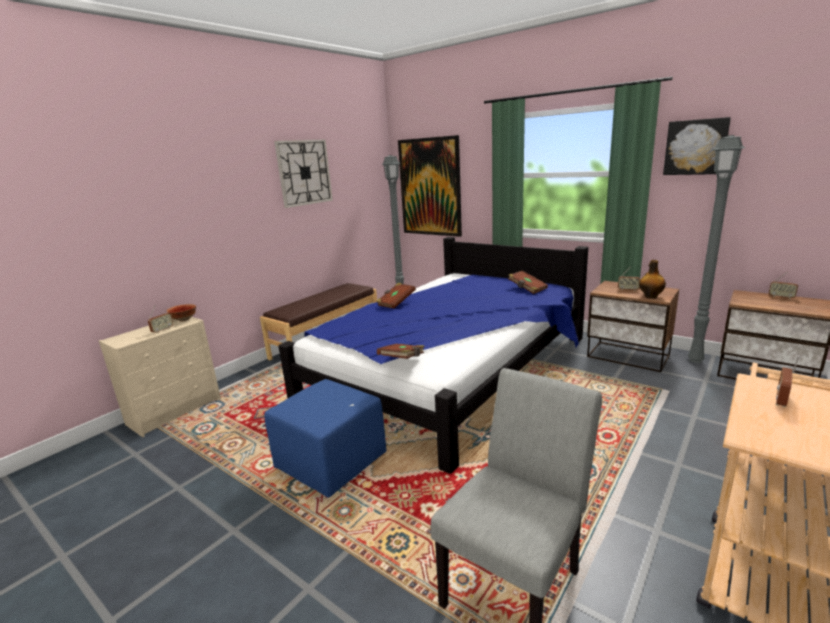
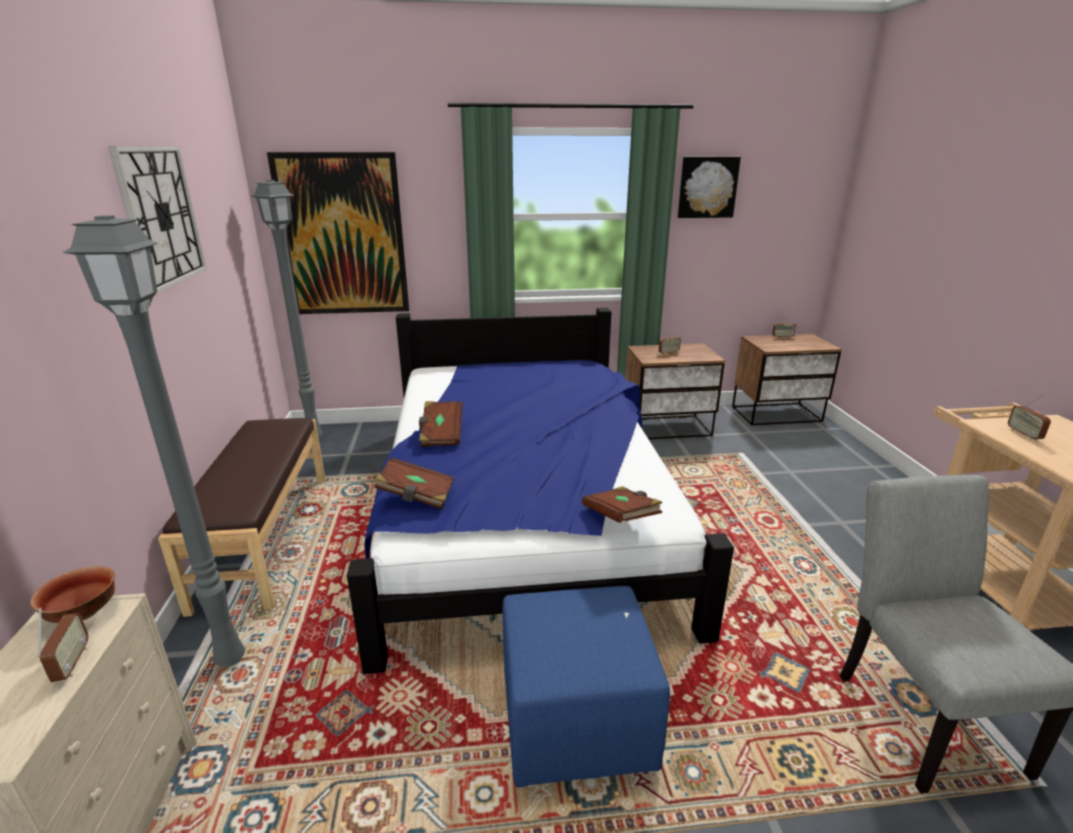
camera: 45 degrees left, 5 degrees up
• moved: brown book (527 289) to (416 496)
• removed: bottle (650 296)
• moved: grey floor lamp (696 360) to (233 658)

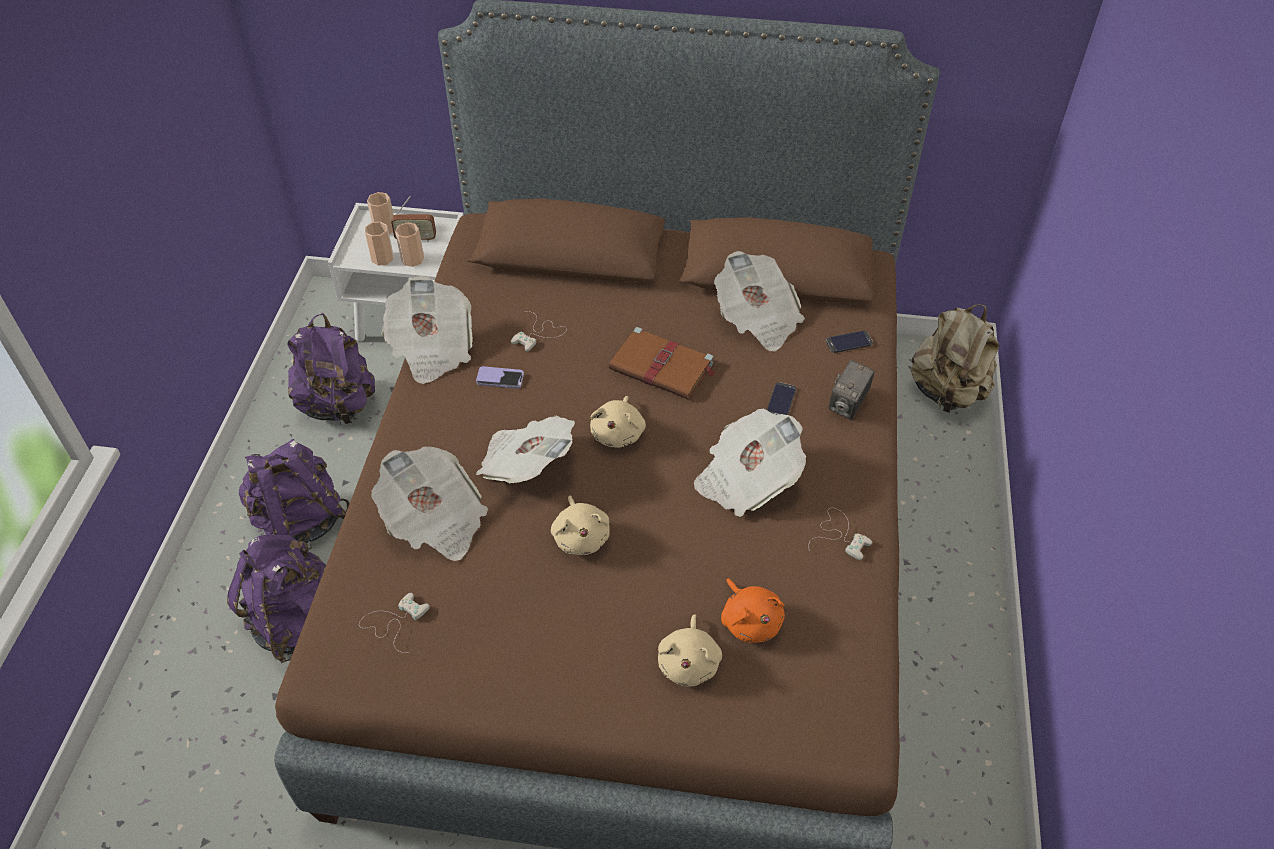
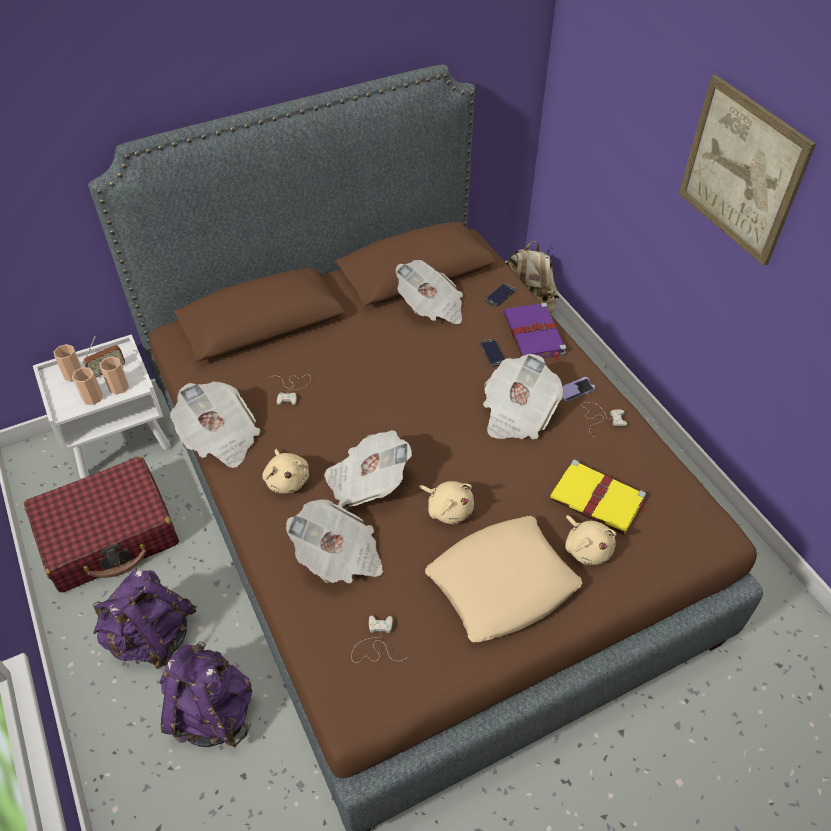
camera: 35 degrees left, 0 degrees up
• replaced: purple backpack (338 405) to red suitcase (109 535)
• moved: phone (500 378) to (576 390)
• moved: beige plush toy (618 433) to (287 479)
• removed: brown book (663 367)
• replaced: orange plush toy (750 621) to yellow book (598 500)
• replaced: photo camera (848 405) to purple book (534 335)
• added: beige pillow (502 583)
• added: picture (742 170)

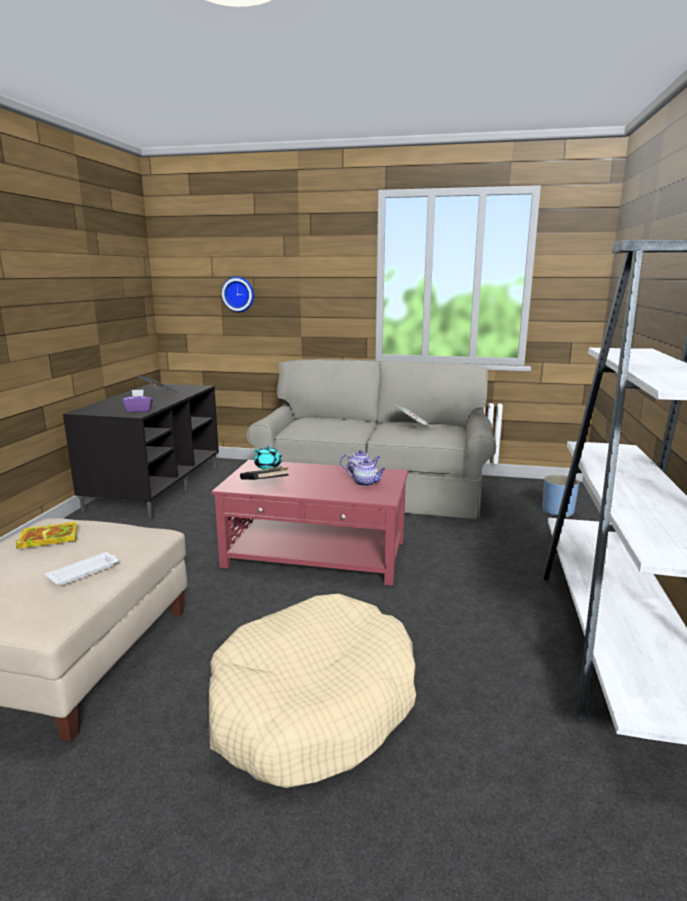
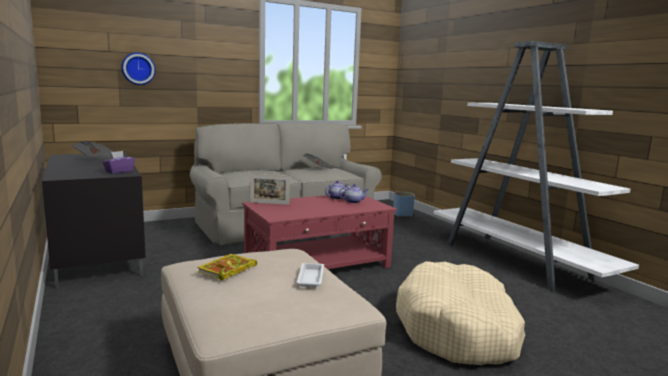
camera: 40 degrees left, 5 degrees down
• removed: black book (265 484)
• replaced: turquoise teapot (268 467) to picture frame (269 203)

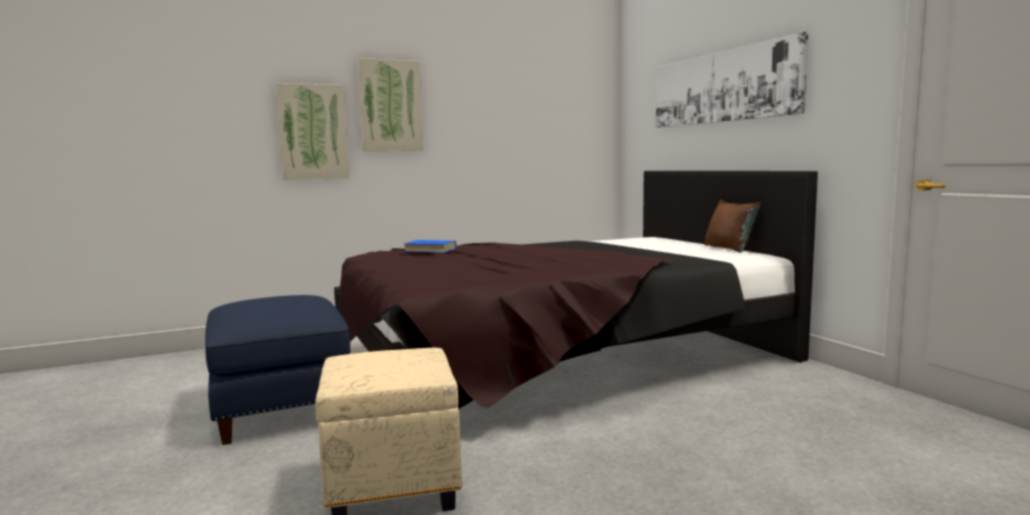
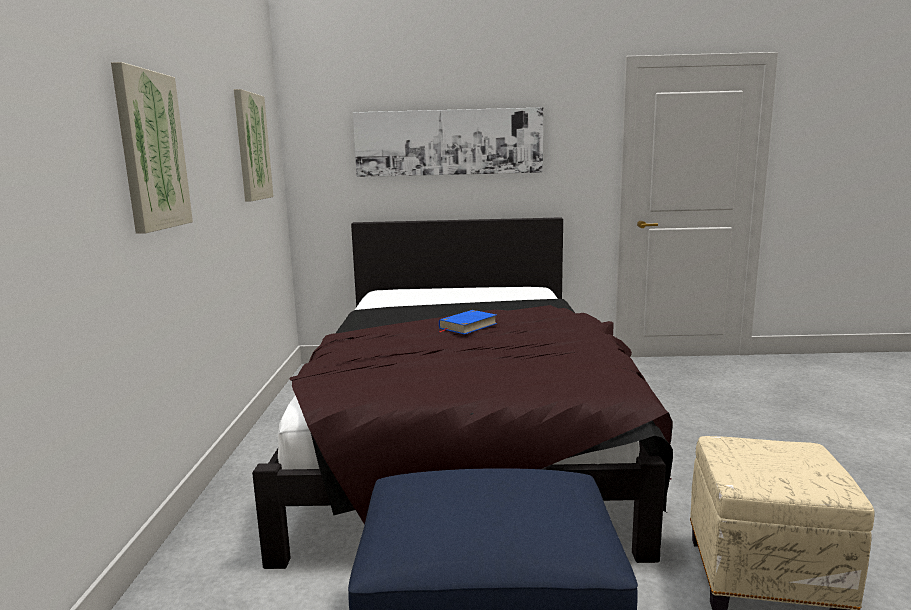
camera: 65 degrees left, 5 degrees up
• moved: picture (313 132) to (251 147)
• moved: blue book (430 250) to (467 326)
• removed: brown pillow (729 249)

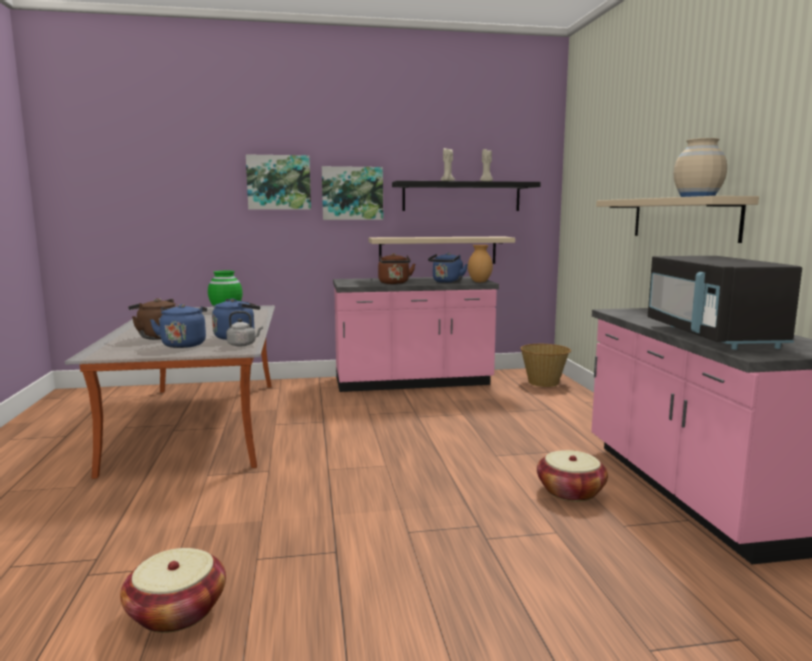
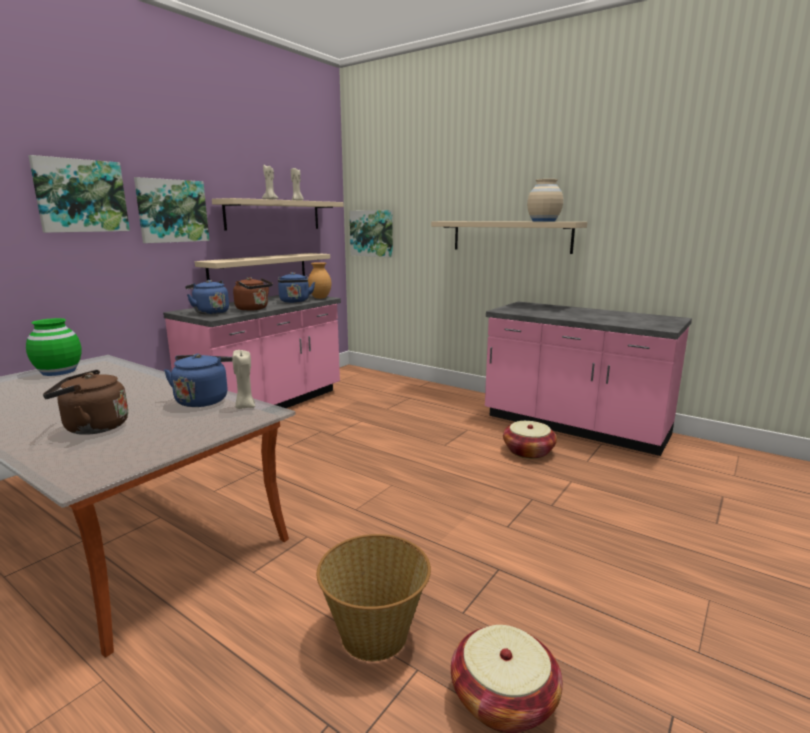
camera: 45 degrees left, 5 degrees up
• moved: blue kettle (184 344) to (210 312)
• replaced: grey kettle (243 345) to beige candle (245 406)
• recoloured: black shelf (461 196) to beige shelf (274 215)
• moved: basket (544 382) to (375 633)
• removed: black microwave (712 336)
• added: picture (372 233)

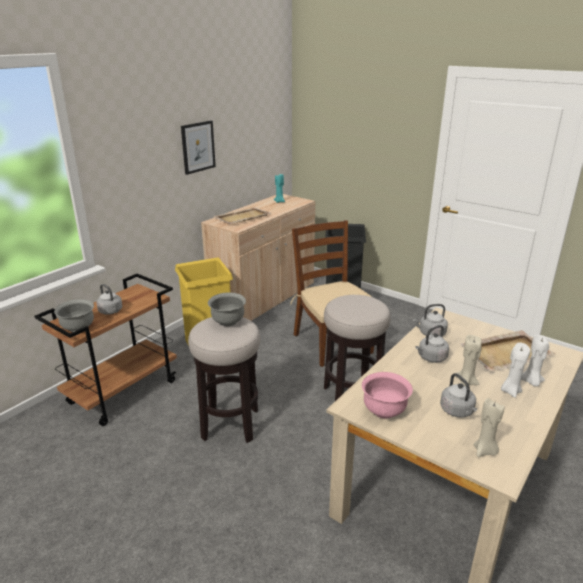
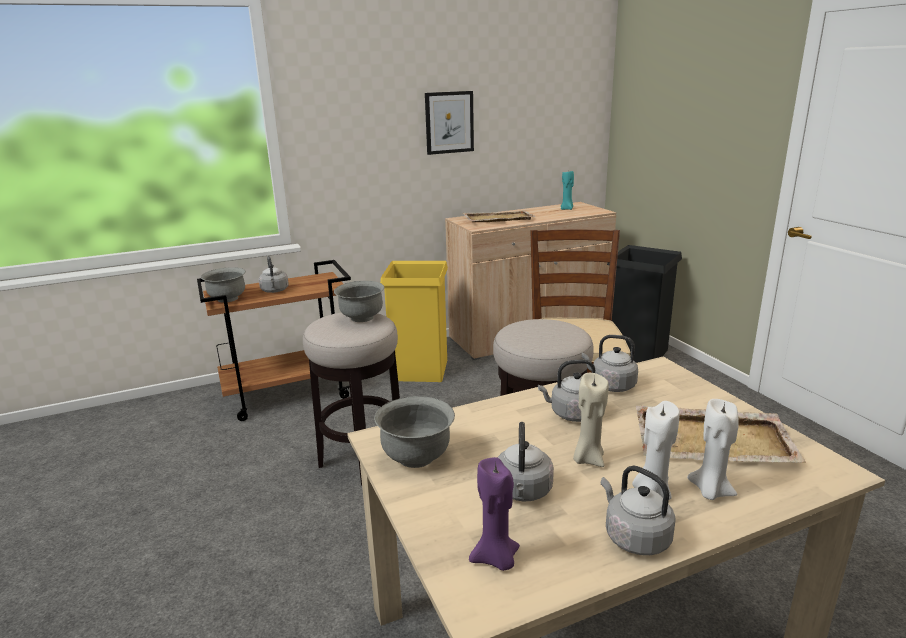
camera: 30 degrees right, 5 degrees down
• recoloured: pink bowl (384 411) to grey bowl (416 457)
• recoloured: beige candle (485 451) to purple candle (496 559)
• added: grey kettle (634 537)

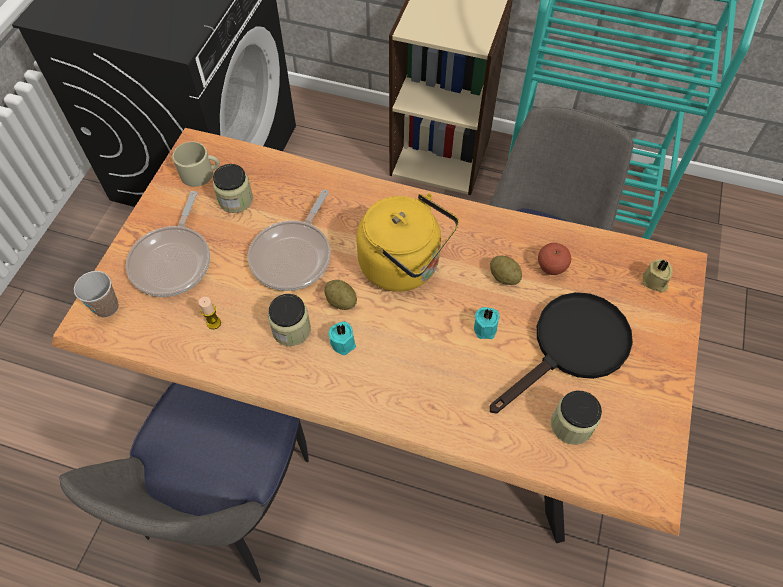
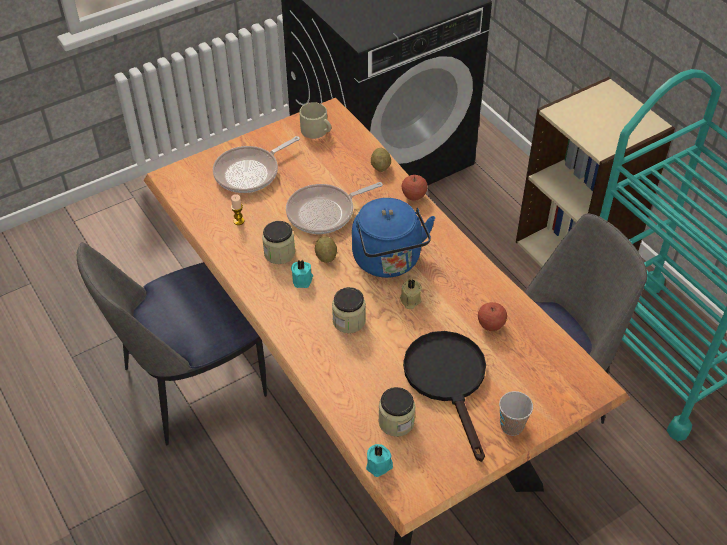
camera: 40 degrees right, 10 degrees down
• moved: cup (106 307) to (511 426)
• moved: jar (236 200) to (349 321)
• recoloured: yellow kettle (404 266) to blue kettle (389 261)
• moved: turquoise candle (486 328) to (379 466)
• moved: potato (504 277) to (380 167)
• turned: black frying pan (571 347) = (448 380) 105 degrees counterclockwise
• moved: beige candle (654 282) to (410 300)
• added: apple (414 196)

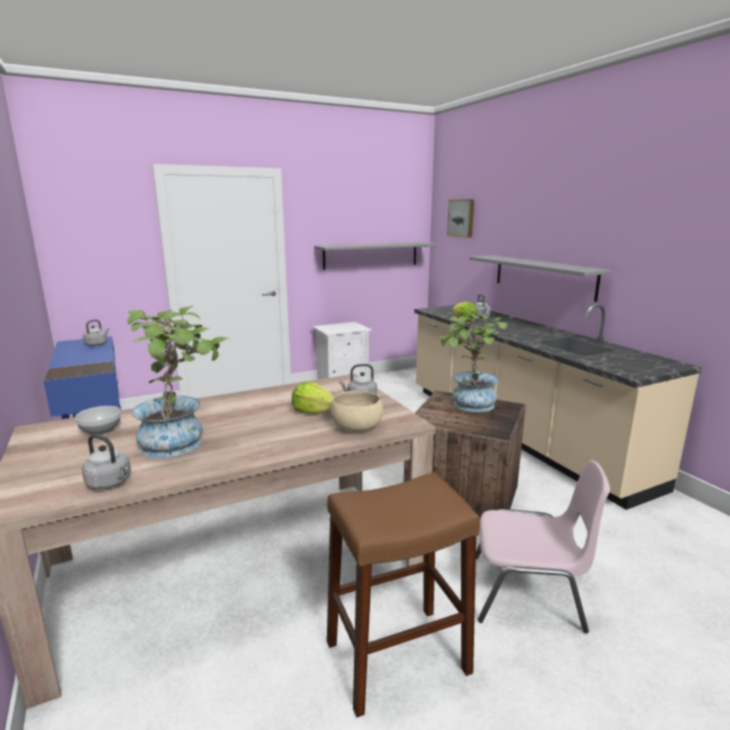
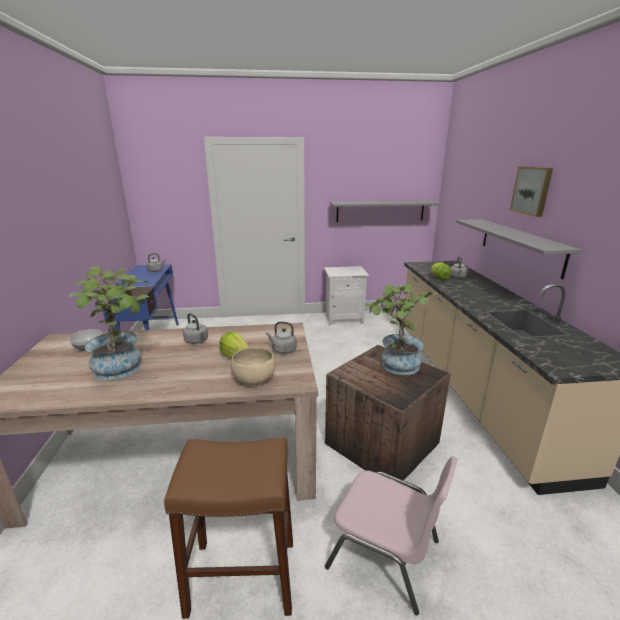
camera: 20 degrees right, 5 degrees up
• moved: grey kettle (110 483) to (197 341)
• moved: picture (461 218) to (532 190)

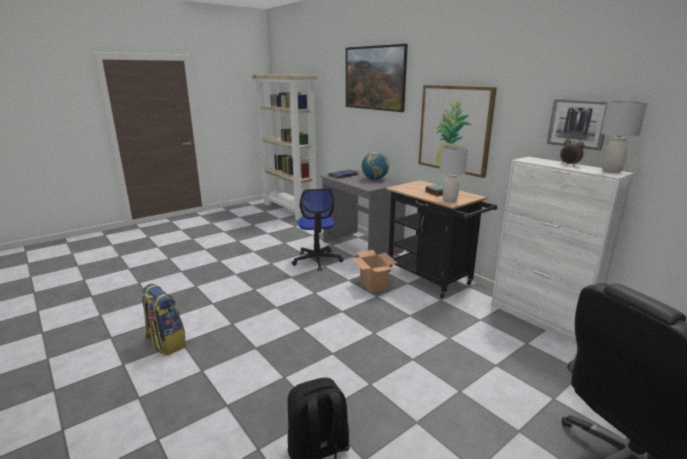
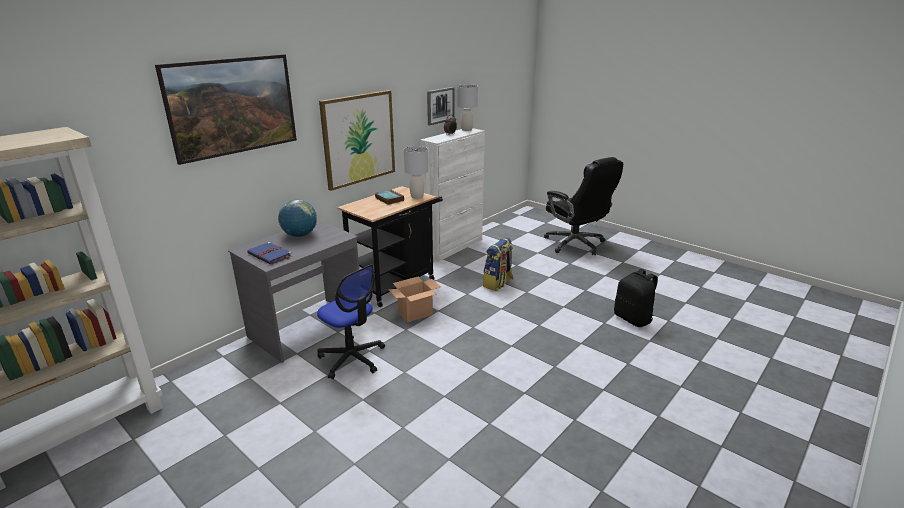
camera: 100 degrees left, 5 degrees up
• moved: backpack (165 343) to (498 283)
• turned: office chair (317 260) = (352 358) 60 degrees clockwise

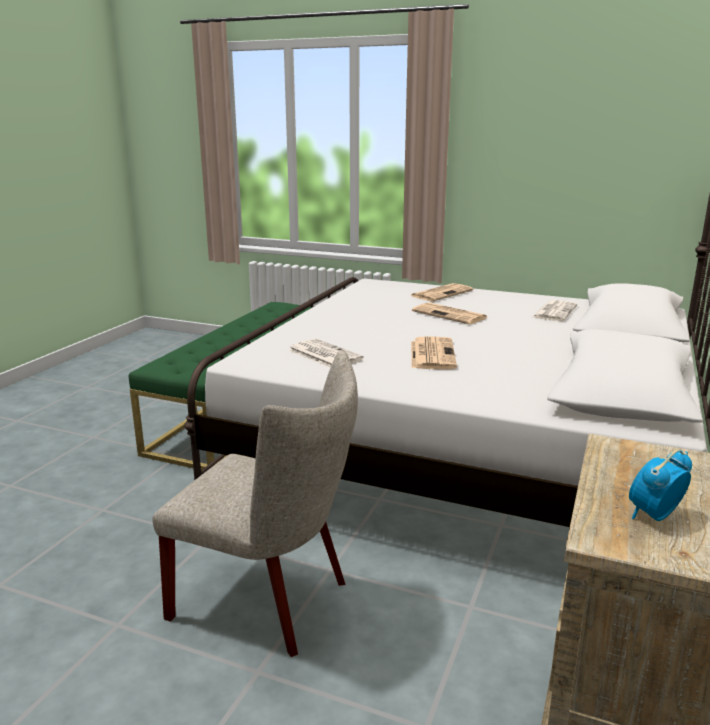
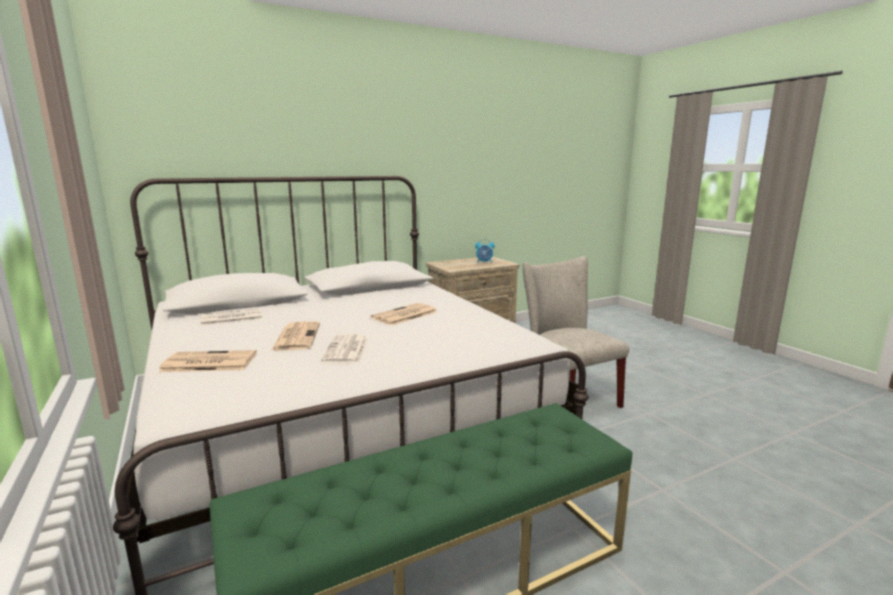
camera: 140 degrees left, 5 degrees down
• moved: newspaper (323 355) to (346 350)

